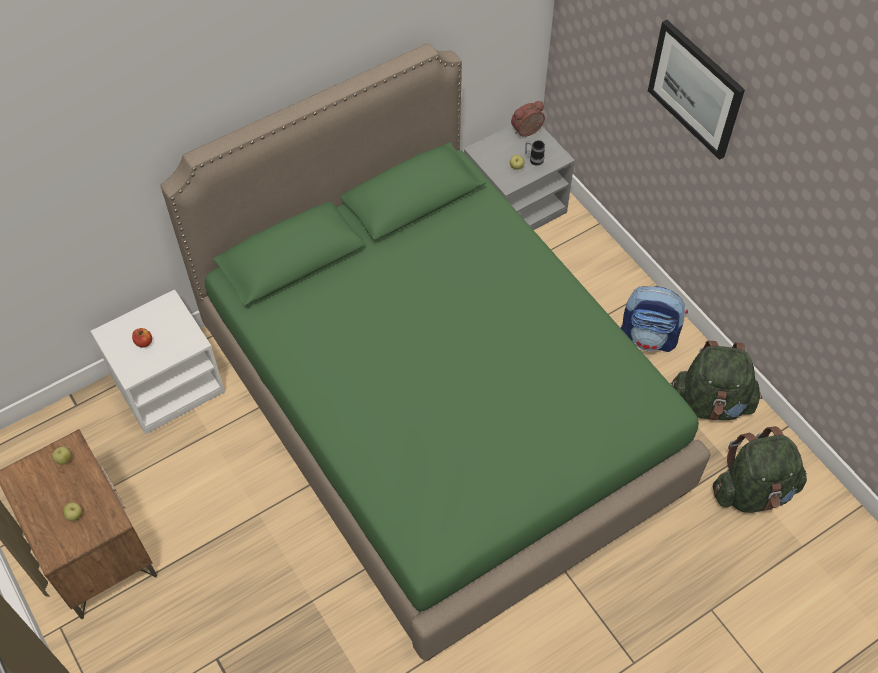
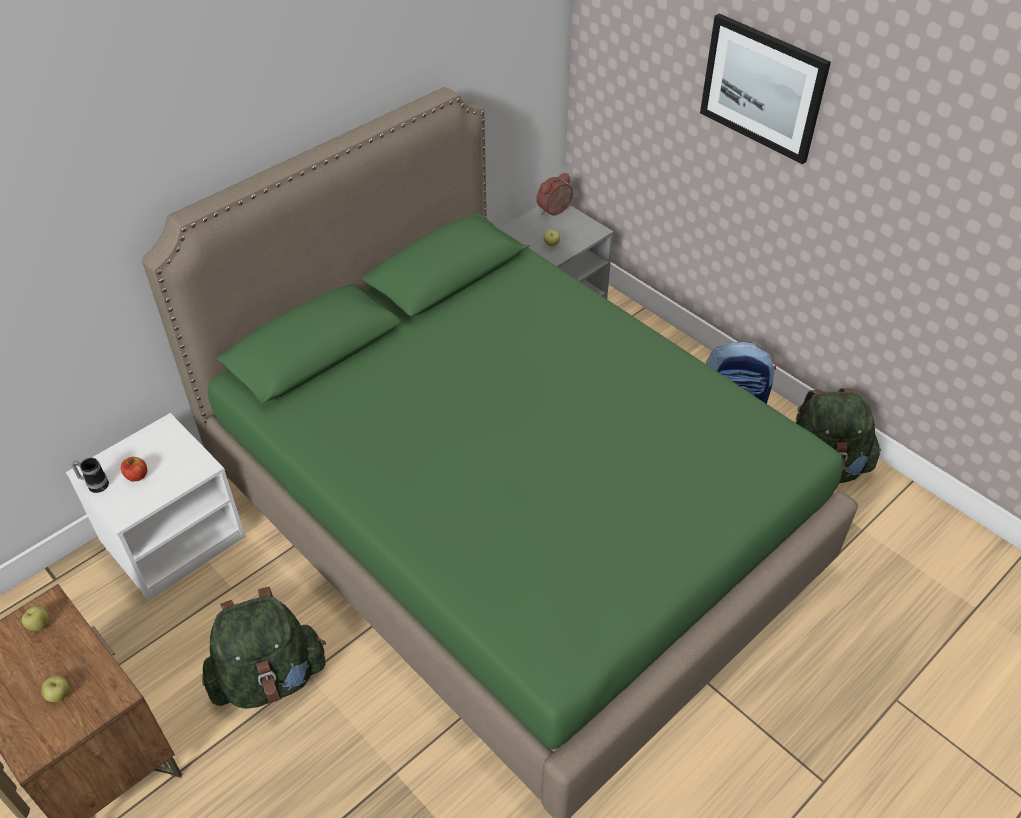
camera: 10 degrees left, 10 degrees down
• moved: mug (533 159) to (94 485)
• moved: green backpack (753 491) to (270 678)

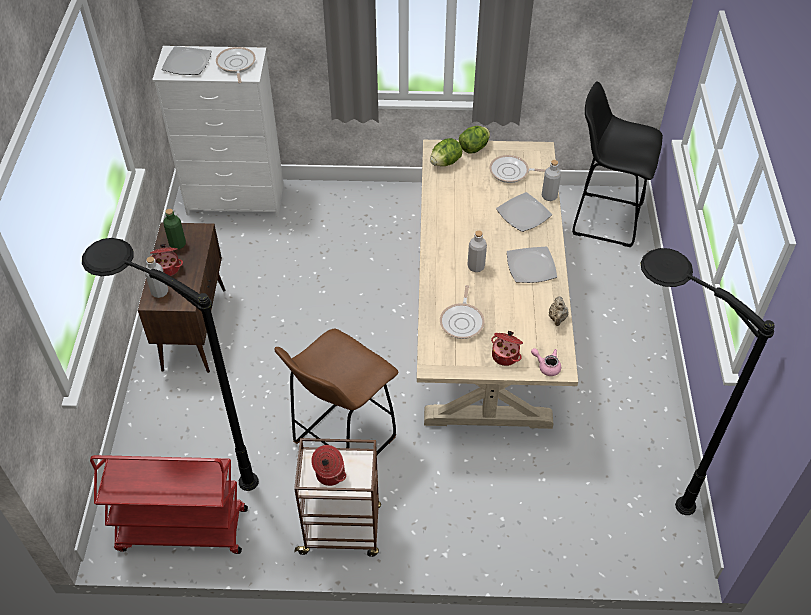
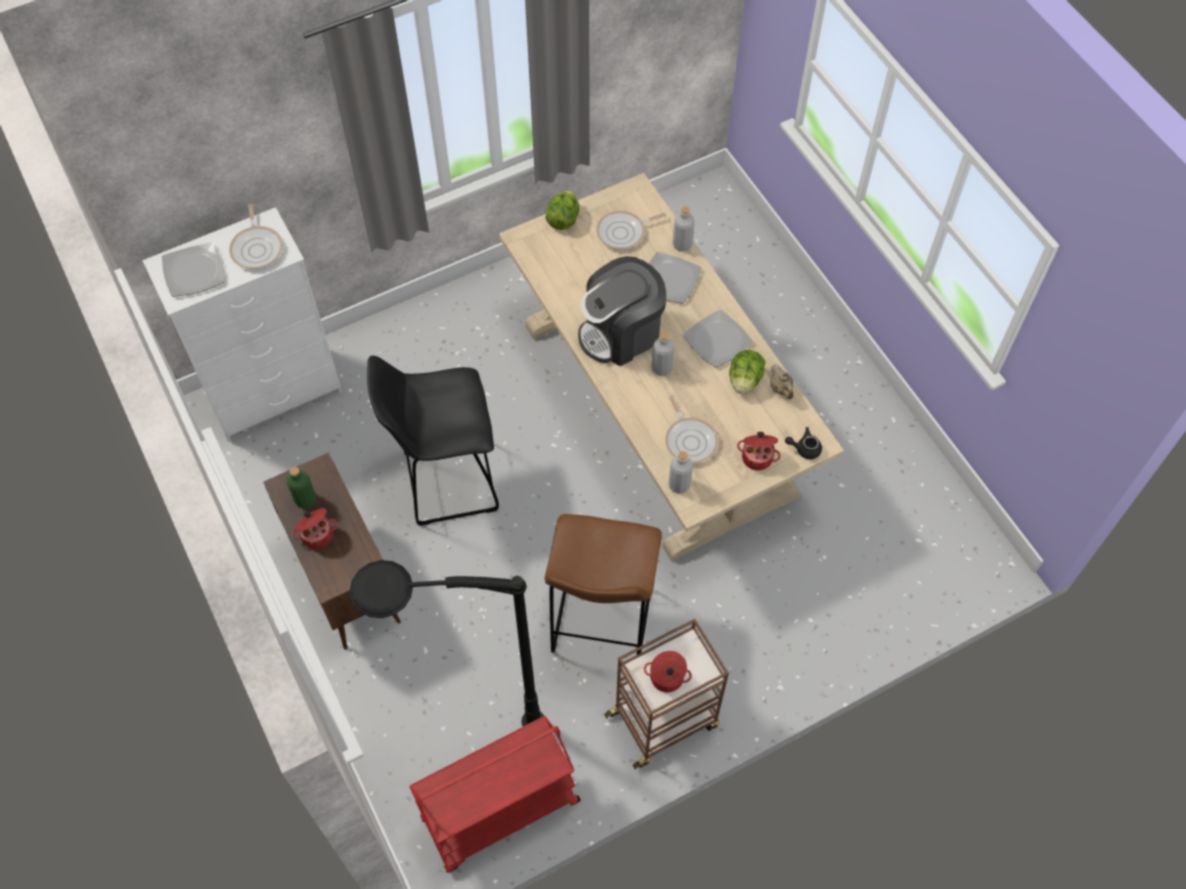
camera: 30 degrees left, 10 degrees up
• moved: grey bottle (160 292) to (679 485)
• turned: frying pan (236 65) = (257 248) 150 degrees counterclockwise
• moved: lettuce (445 162) to (745 380)
• recoloured: pink teapot (546 366) to black teapot (804 448)
• moved: black stool (604 219) to (447 482)
• removed: black floor lamp (629 473)
• added: coffee machine (621 333)

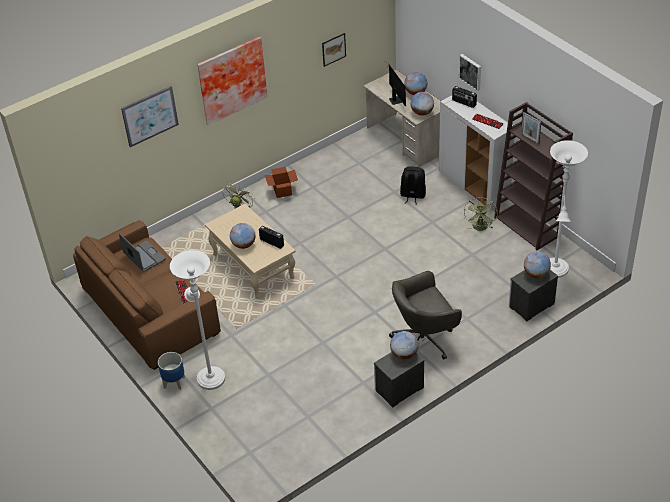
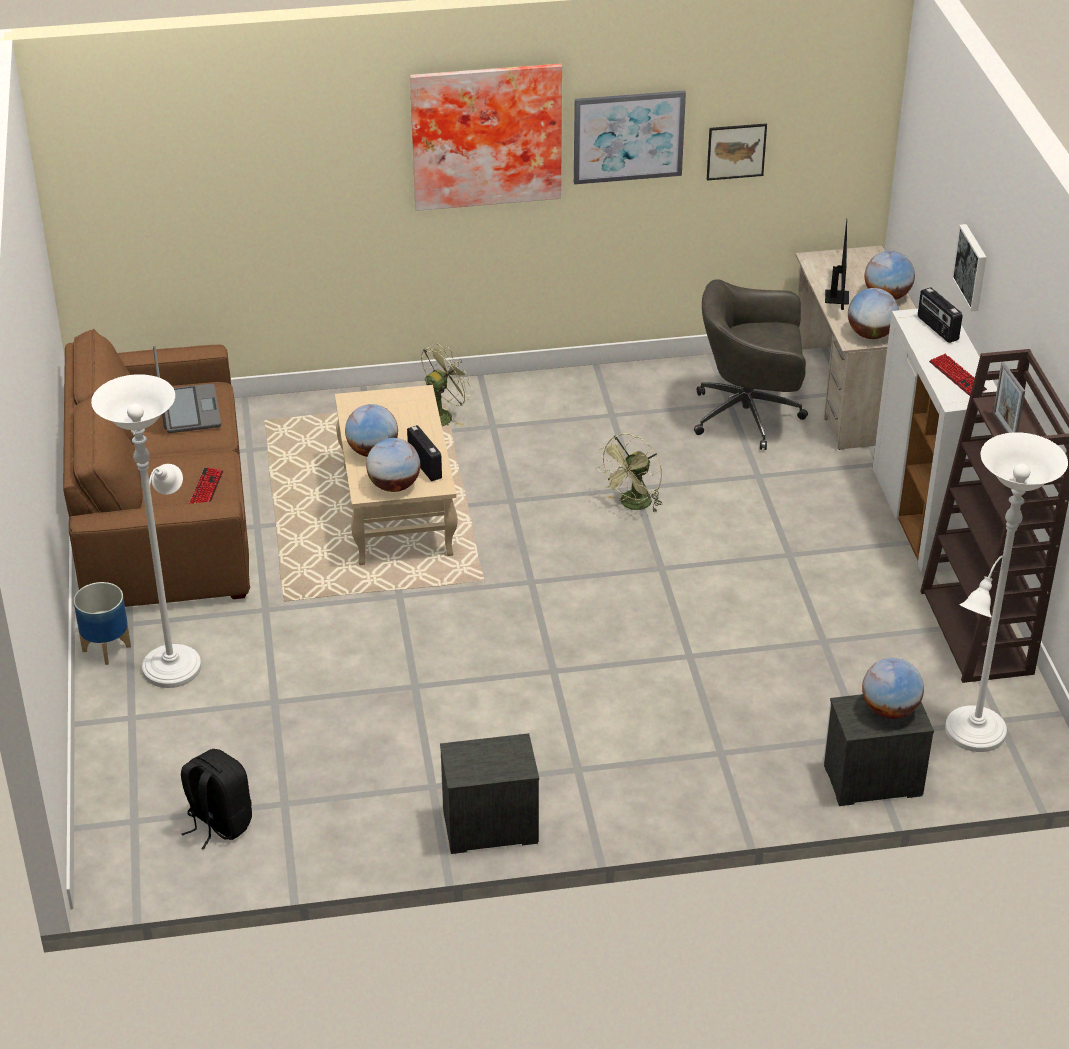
camera: 25 degrees right, 5 degrees down
• moved: picture (150 116) to (628 136)
• removed: cardboard box (282 191)
• moved: grey office chair (424 340) to (749 416)
• moved: globe (404 354) to (394 486)
• moved: black backpack (412 195) to (218 823)
• moved: green fan (480 228) to (633 505)

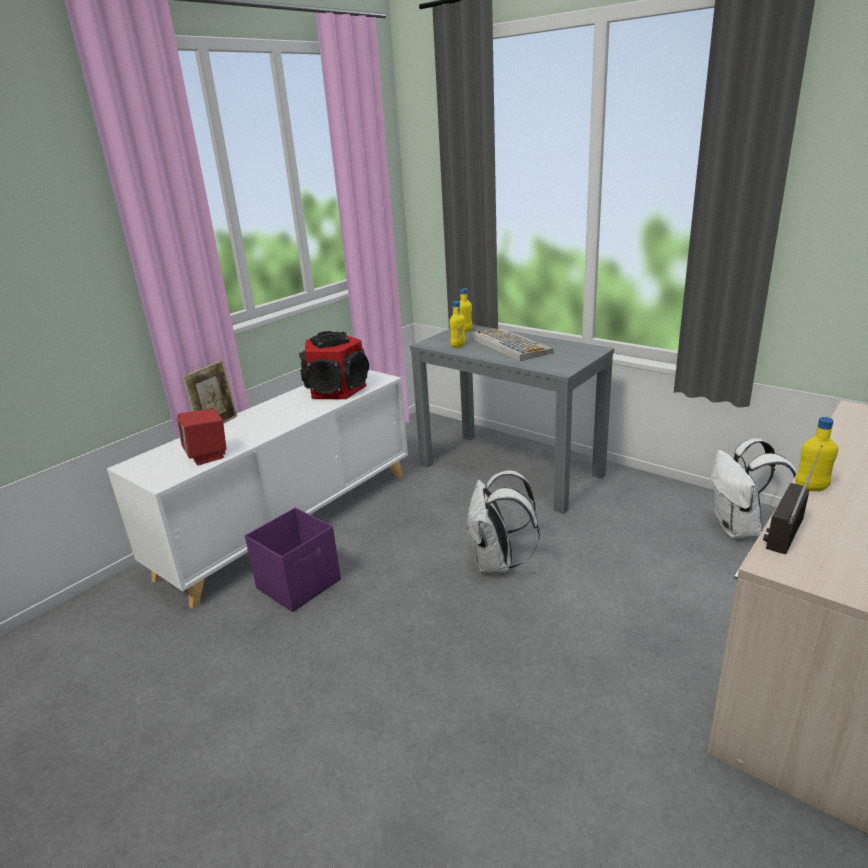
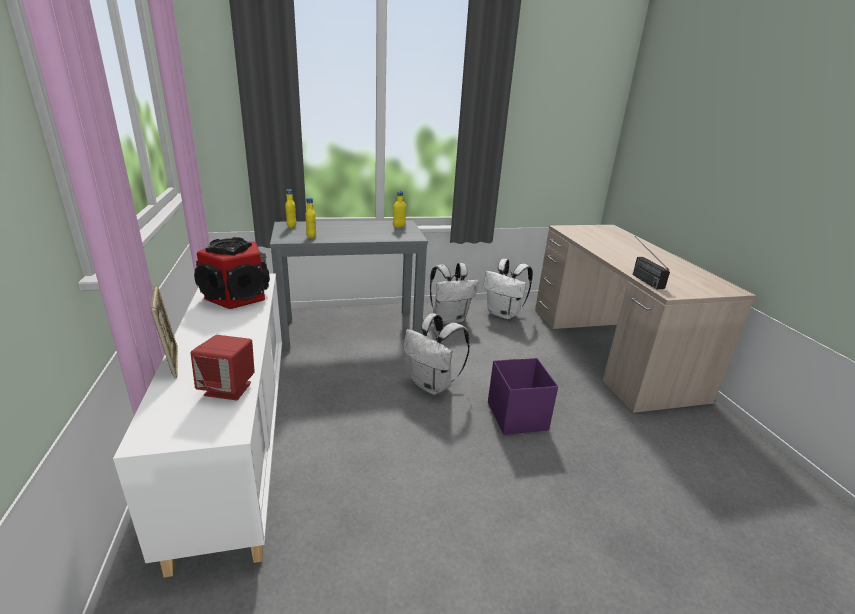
camera: 55 degrees left, 0 degrees up
• moved: purple storage box (300 584) to (517 416)
• removed: keyboard (509 345)
• moved: yellow bottle (811 488) to (399 227)
• added: white backpack (449 319)

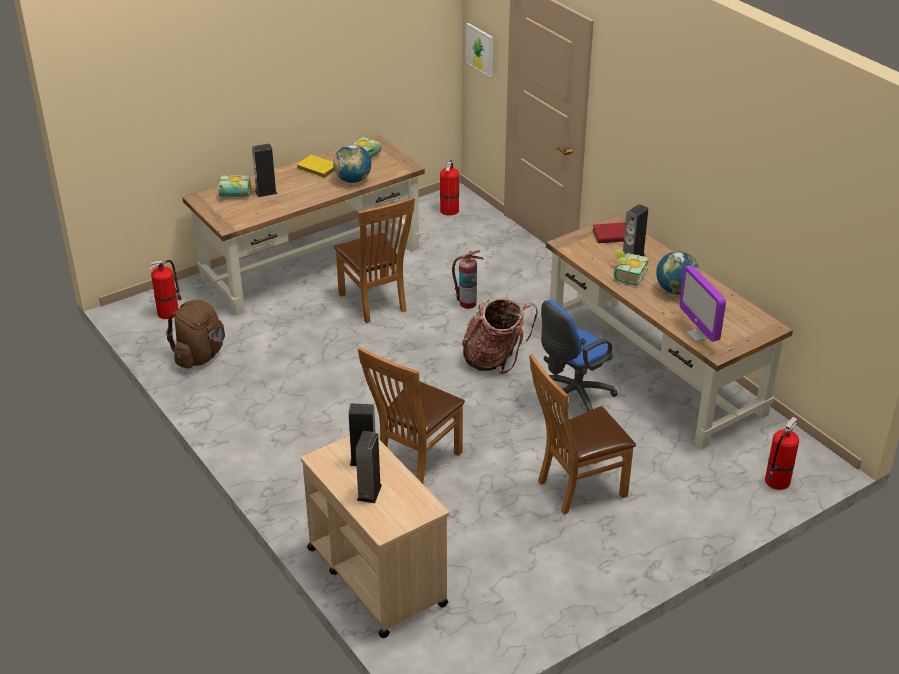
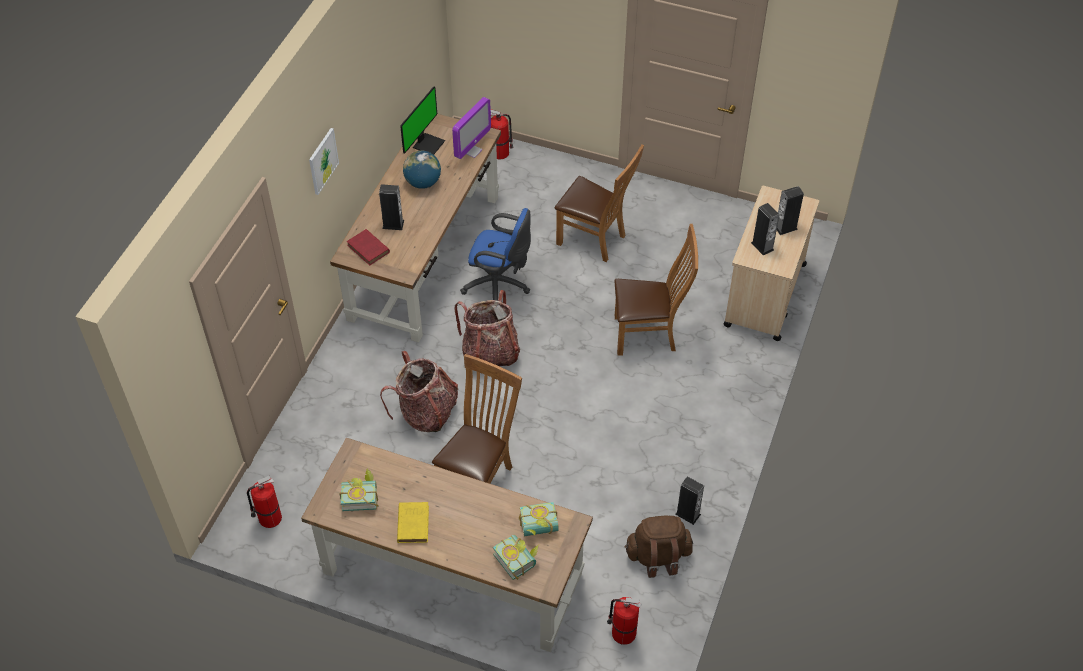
camera: 125 degrees left, 15 degrees up
• moved: speaker (266 192) to (687 514)
• removed: globe (353 180)
• replaced: fire extinguisher (467 303) to backpack (426 413)
• moved: picture (480 49) to (323 161)
• moved: book (626 275) to (539 528)
• added: monitor (427 144)

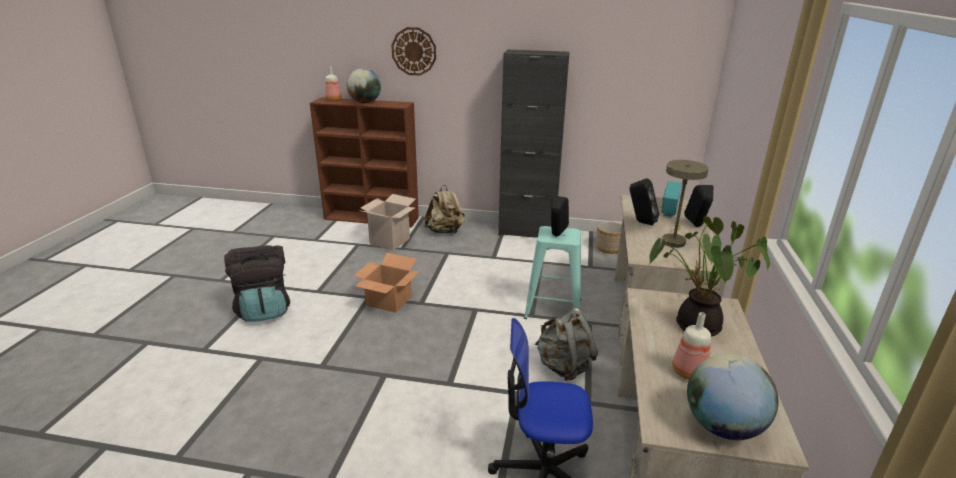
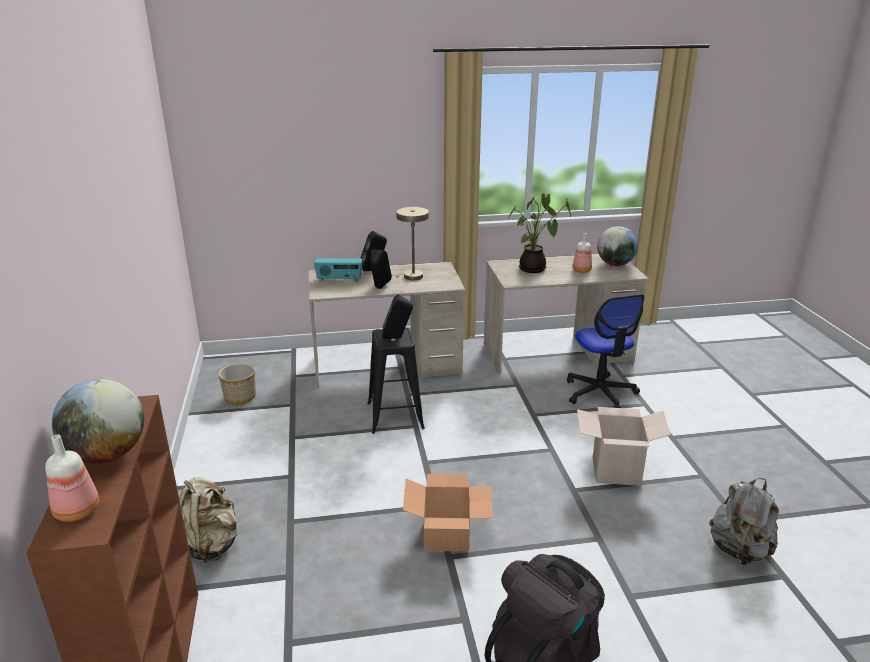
camera: 110 degrees left, 0 degrees up
• moved: cardboard box (390 241) to (616 471)
• removed: wall clock (414 51)
• removed: black cabinet (527 232)
• recoloured: turquoise stool (553 308) to black stool (395 415)
• moved: grey backpack (563 367) to (739 550)

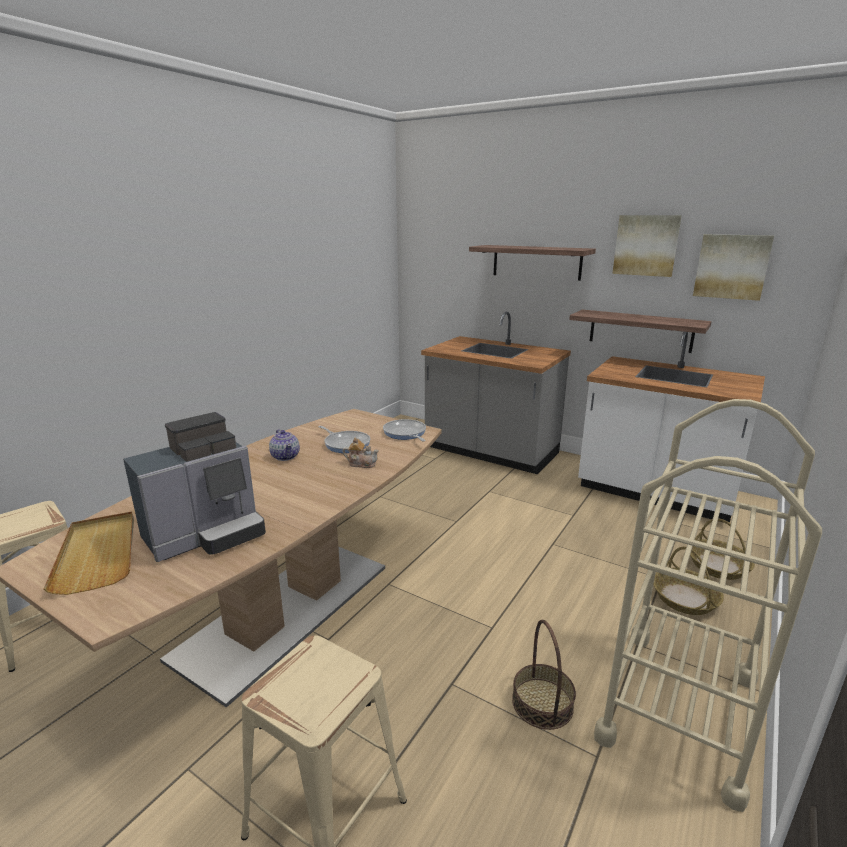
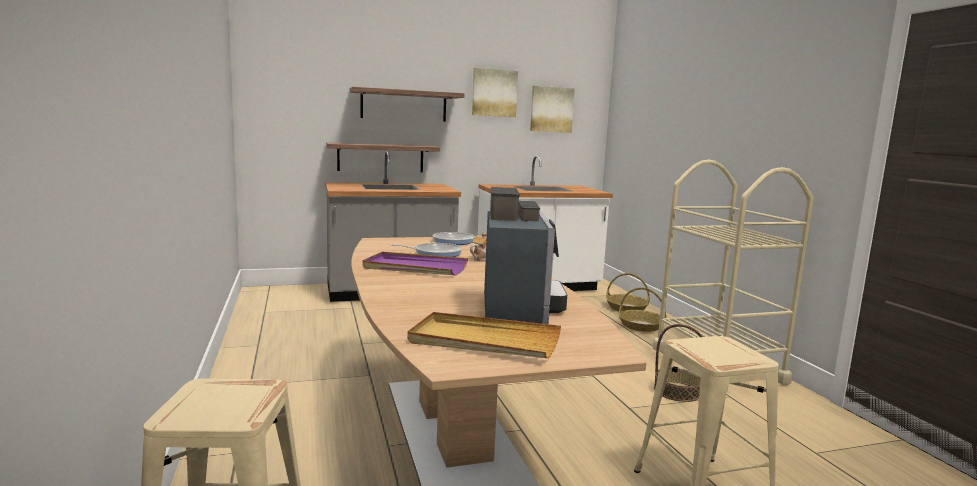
camera: 50 degrees left, 10 degrees down
• replaced: teapot (285 456) to purple tray (415 268)
• moved: shelf (640 330) to (380 157)

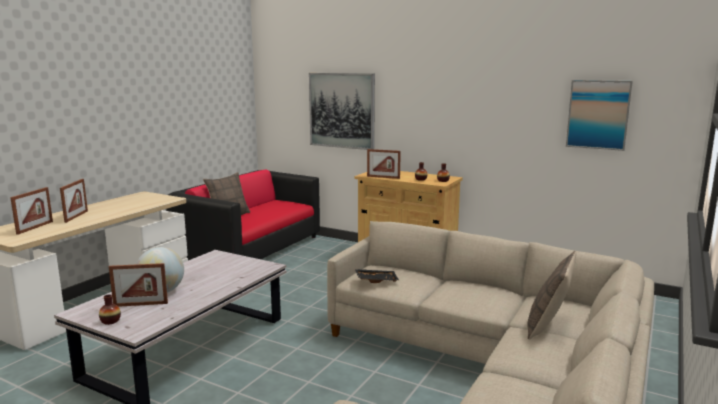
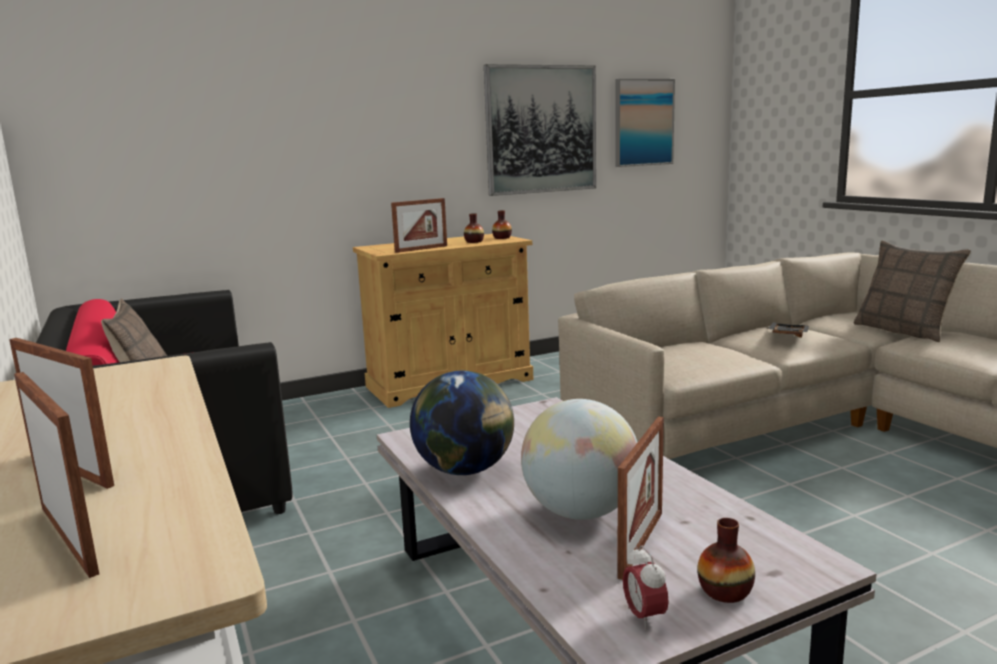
camera: 55 degrees left, 0 degrees up
• moved: picture (342 110) to (541 129)
• moved: black tray (376 280) to (787 336)
• added: globe (465 470)
• added: alarm clock (644 617)

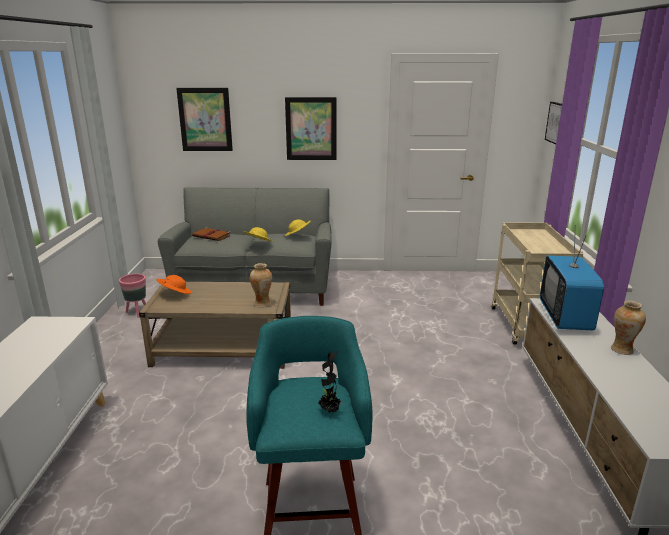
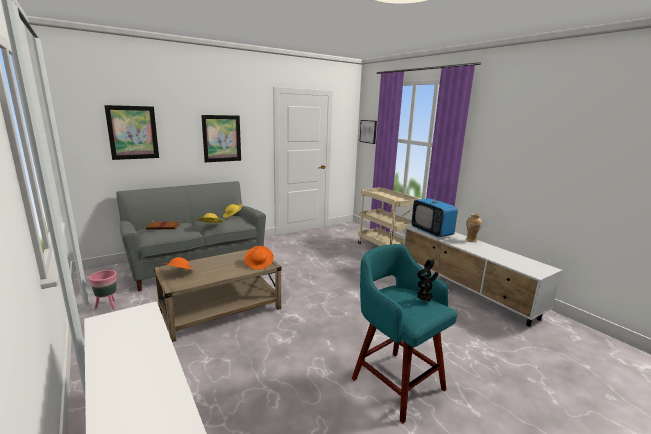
camera: 35 degrees left, 5 degrees down
• replaced: vase (262 304) to orange hat (259 264)

